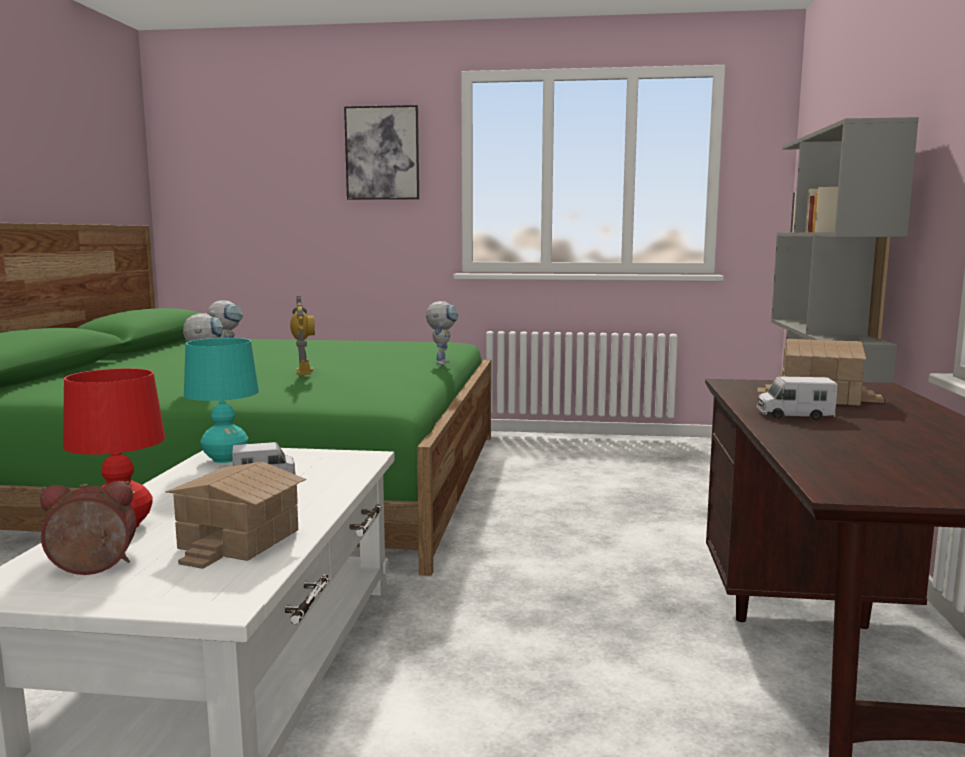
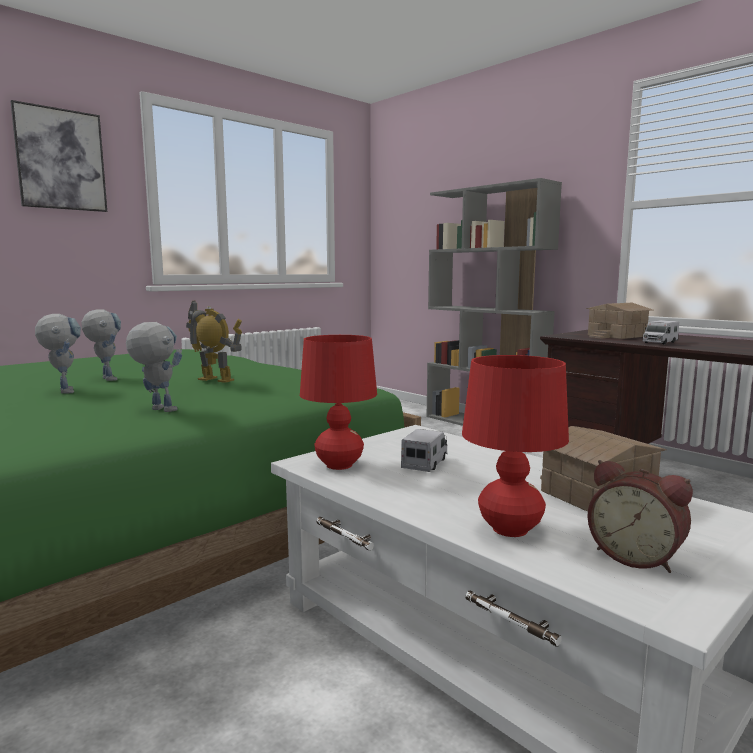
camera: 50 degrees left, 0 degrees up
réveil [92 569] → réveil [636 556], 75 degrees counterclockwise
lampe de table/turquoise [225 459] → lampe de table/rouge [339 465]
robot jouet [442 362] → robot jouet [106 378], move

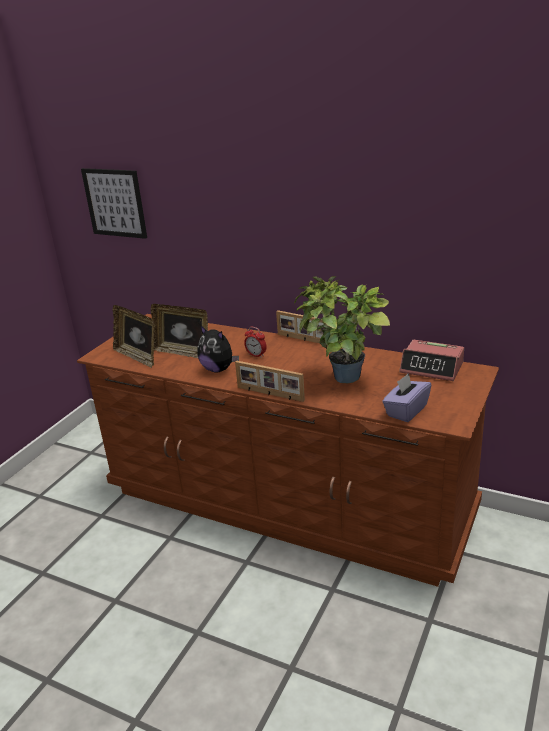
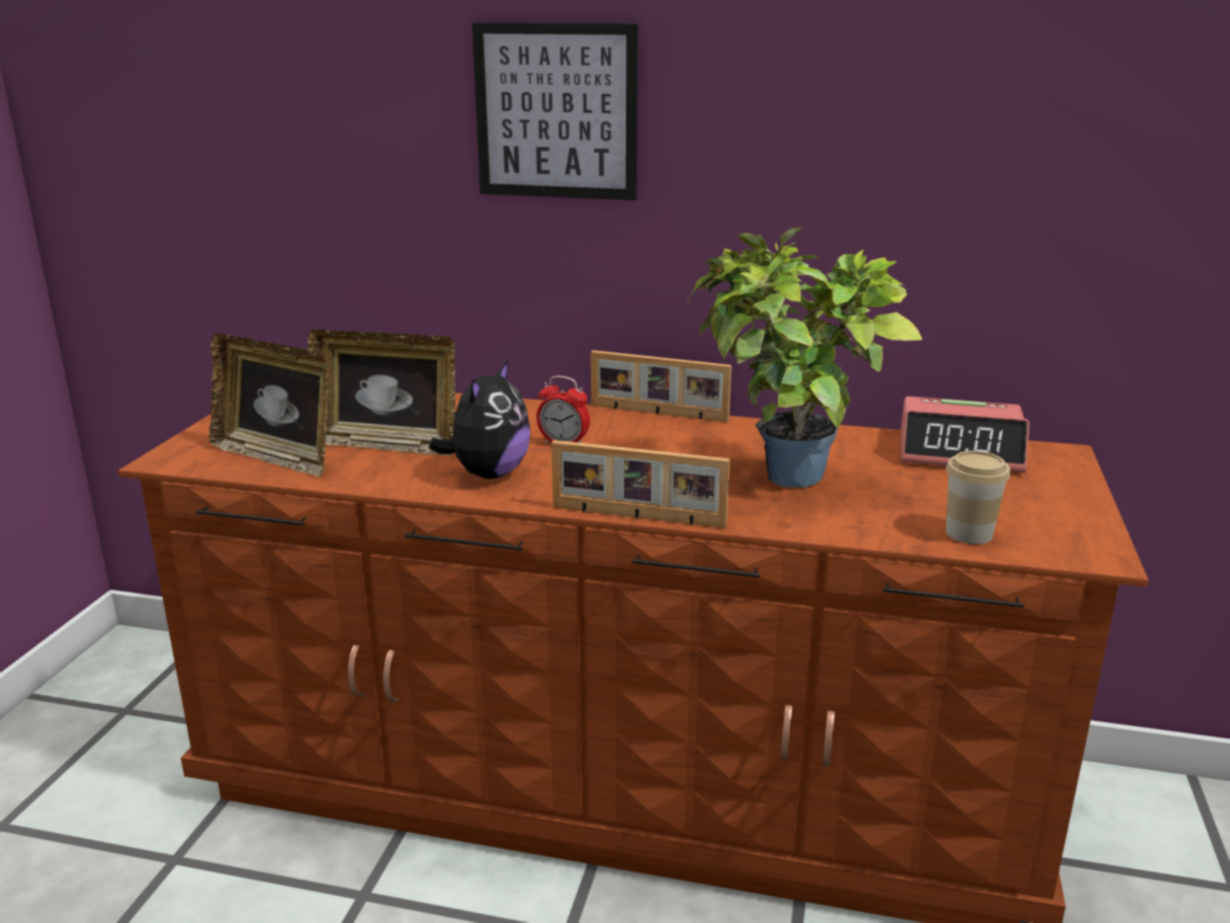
camera: 15 degrees left, 5 degrees down
tableau [115 203] → tableau [556 112], move
peluche [218 369] → peluche [488 474], 90 degrees counterclockwise
boîte à mouchoirs/violet [406 411] → tasse [969 533]

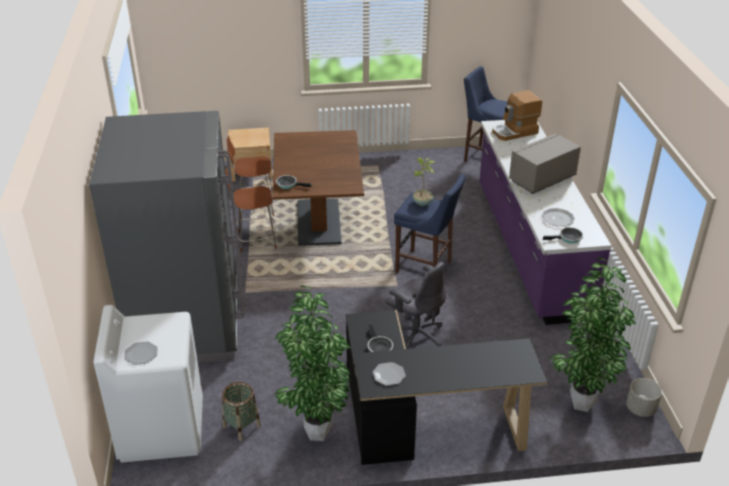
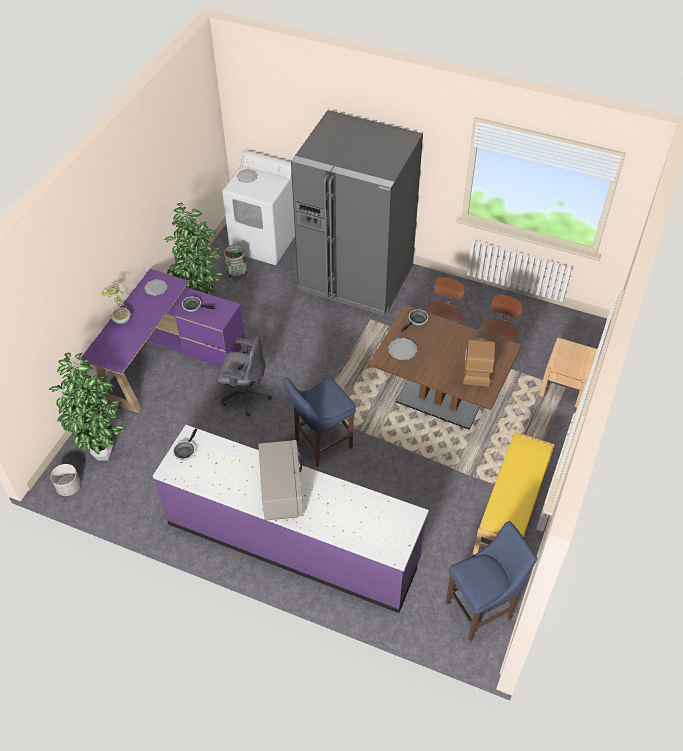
camera: 120 degrees right, 15 degrees up
bureau/noir [422 421] → bureau/violet [167 359]
chaise de bureau/gris [415 336] → chaise de bureau/gris [245 395], 150 degrees counterclockwise
plante en pot [423 202] → plante en pot [121 320], move
machine à café [515 132] → machine à café [476 369], move
assiette [557 218] → assiette [402 350], move
- → banc/jaune [511 510]

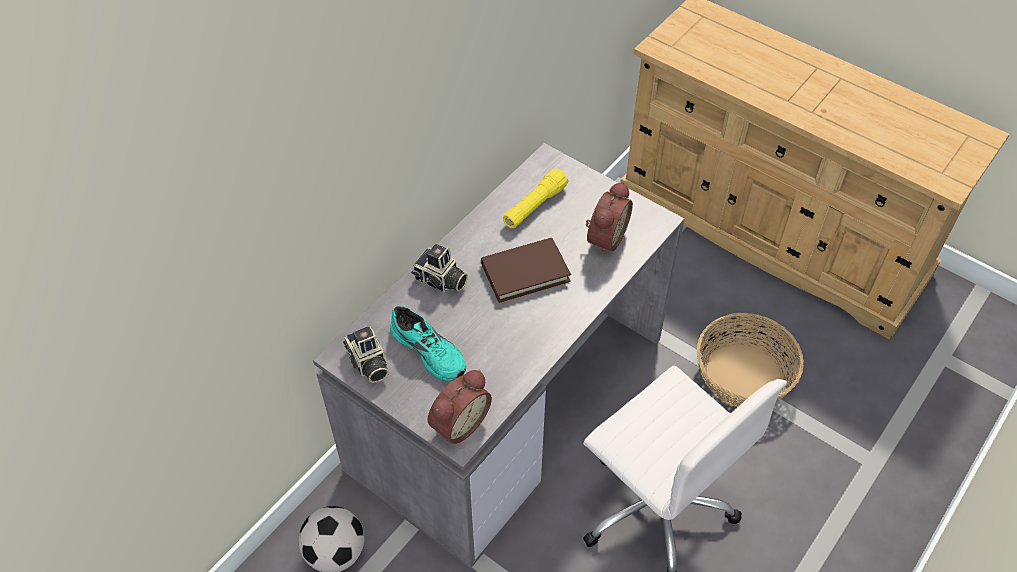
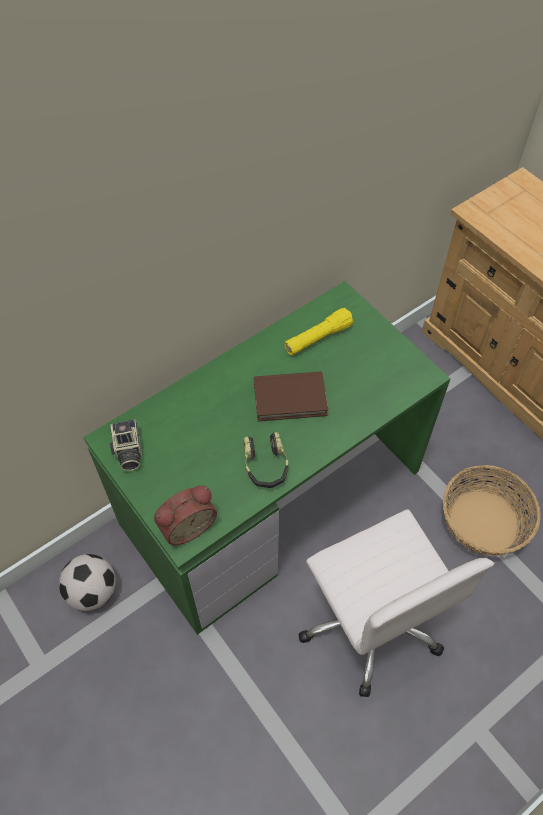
camera: 15 degrees right, 5 degrees up
bureau/gris [508 400] → bureau/vert [272 495]
chaussure/turquoise [430 350] → -
appareil photo [440 281] → -
réveil [604 237] → -
- → casque audio [266 466]

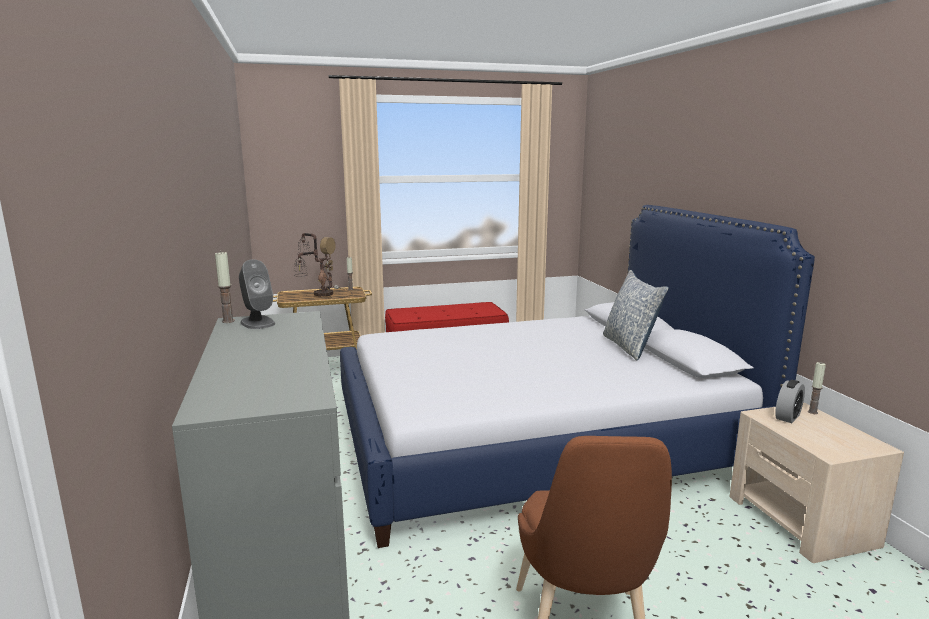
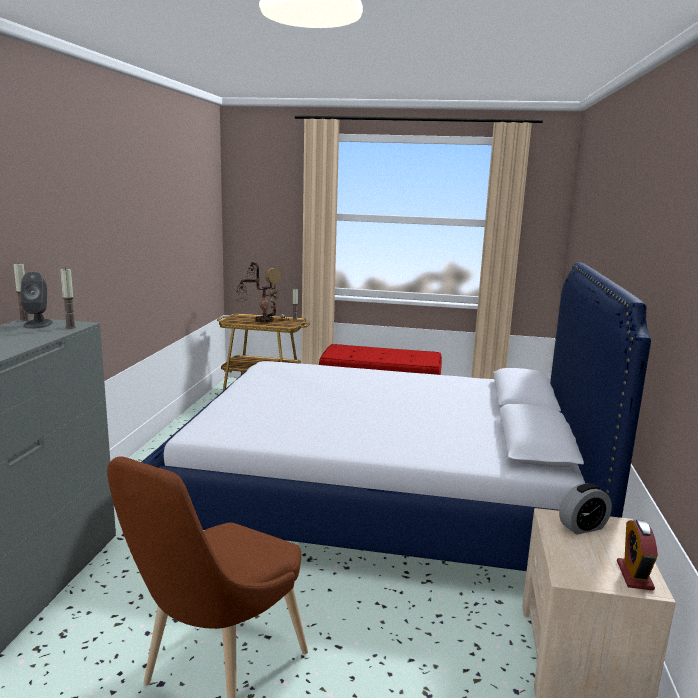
camera: 25 degrees right, 0 degrees up
coussin [630 347] → -
bougie [812 412] → bougie [70 327], move
- → réveil [634 575]

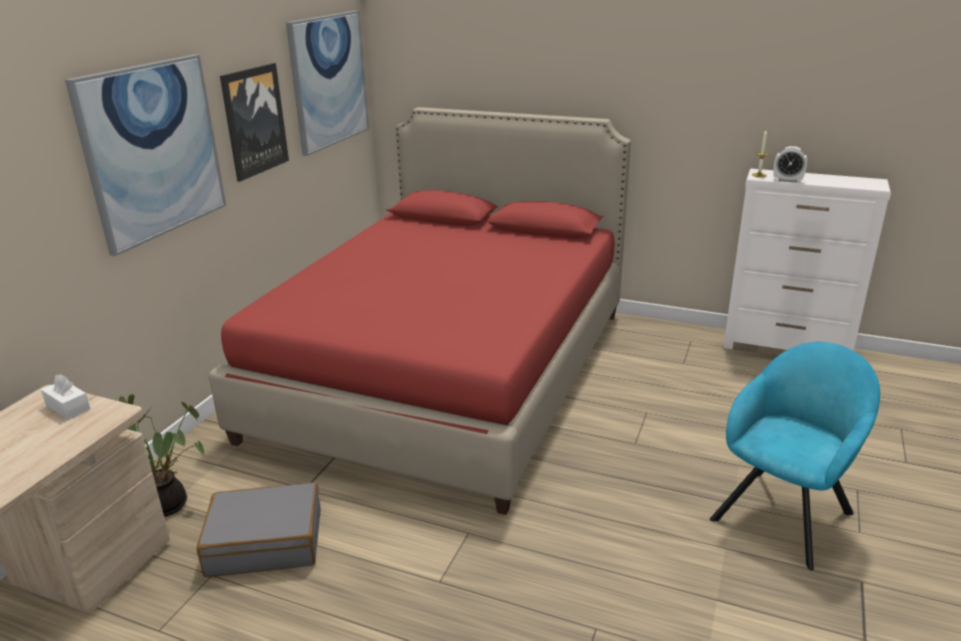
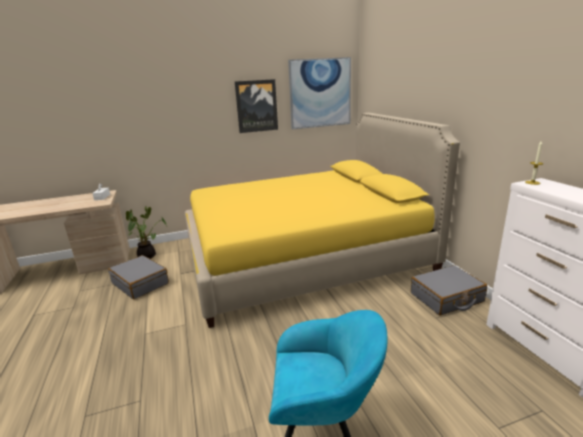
camera: 50 degrees right, 5 degrees down
tableau [153 150] → -
lit/rouge [448 372] → lit/jaune [304 258]
réveil [787 180] → -
- → valise/gris [446 298]

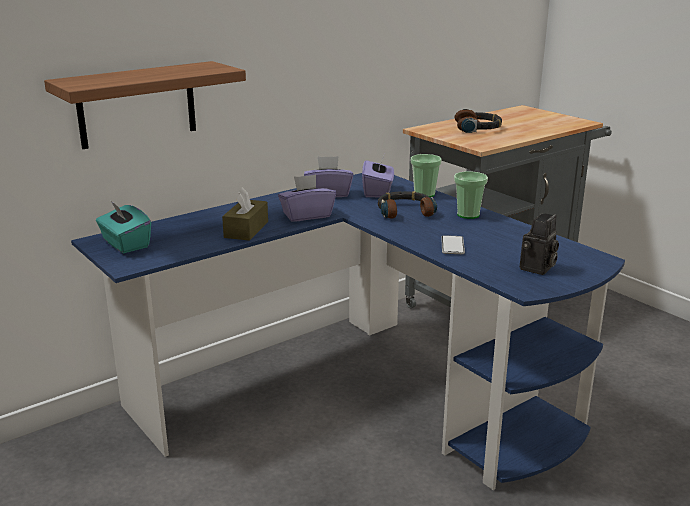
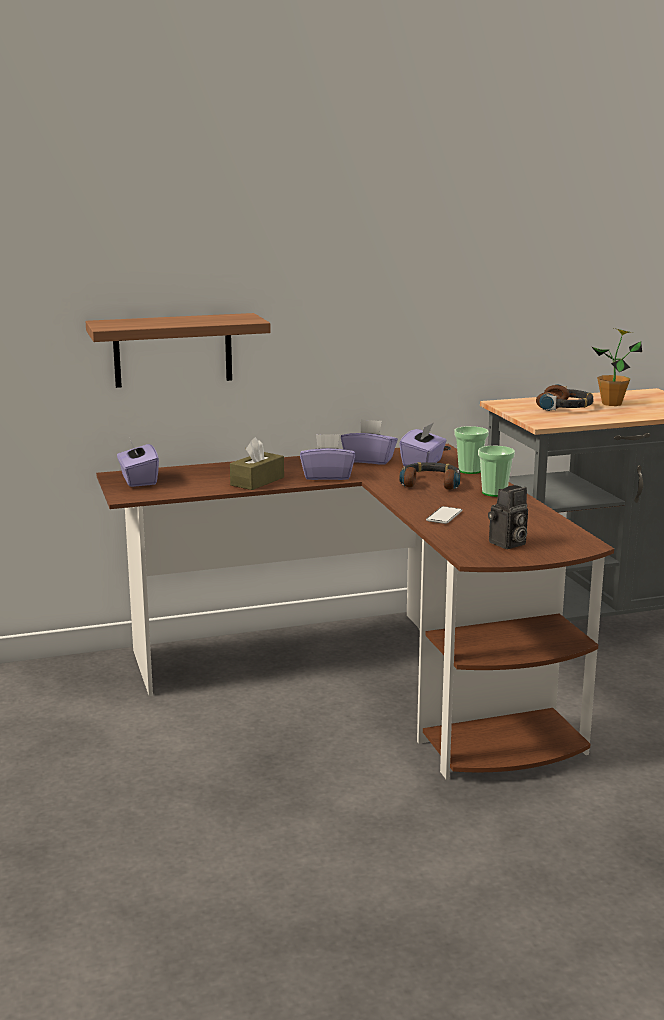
camera: 20 degrees right, 5 degrees down
bureau/bleu [359 392] → bureau/marron [371 677]
boîte à mouchoirs/turquoise [125 244] → boîte à mouchoirs/violet [138 480]
- → plante en pot [612 404]

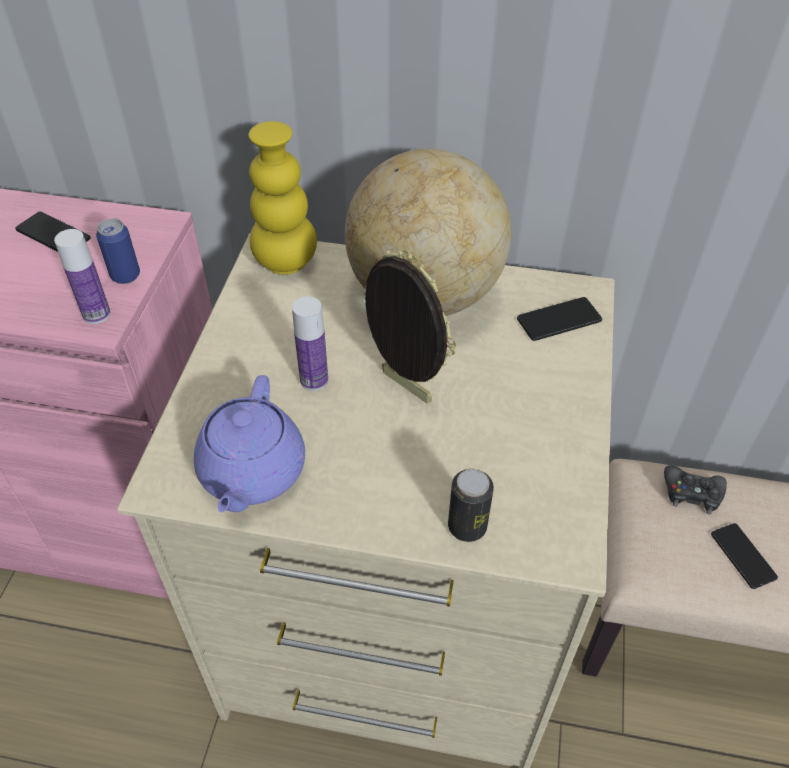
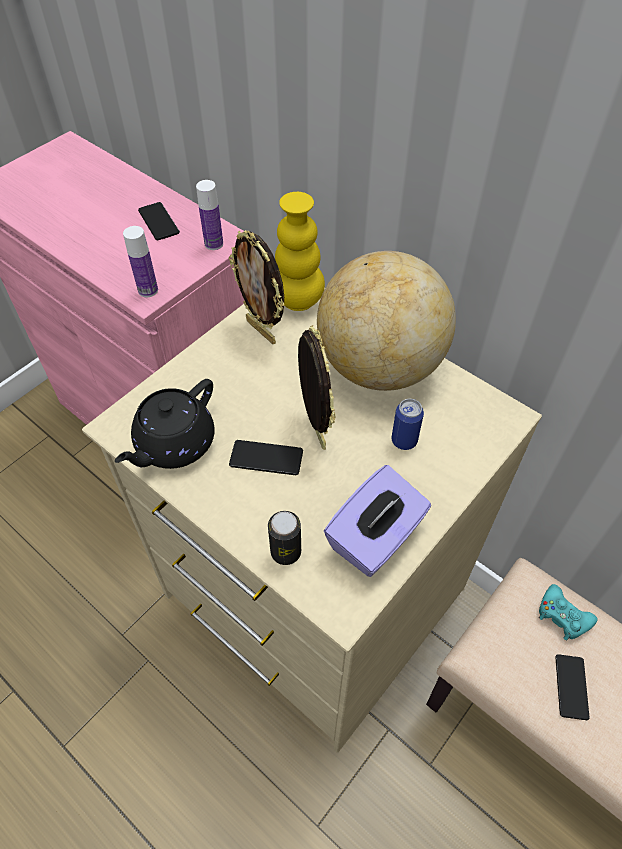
camera: 30 degrees right, 5 degrees up
boîte métallique [125 276] → boîte métallique [404 441], move
théière/violet [252 473] → théière/noir [174 444]
bouteille [314 380] → bouteille [214 244], move
téléphone [559 320] → téléphone [266 458], move
manette/noir [692 493] → manette/turquoise [562 616]
- → cadre photo [262 331]
- → boîte à mouchoirs/violet [376 538]

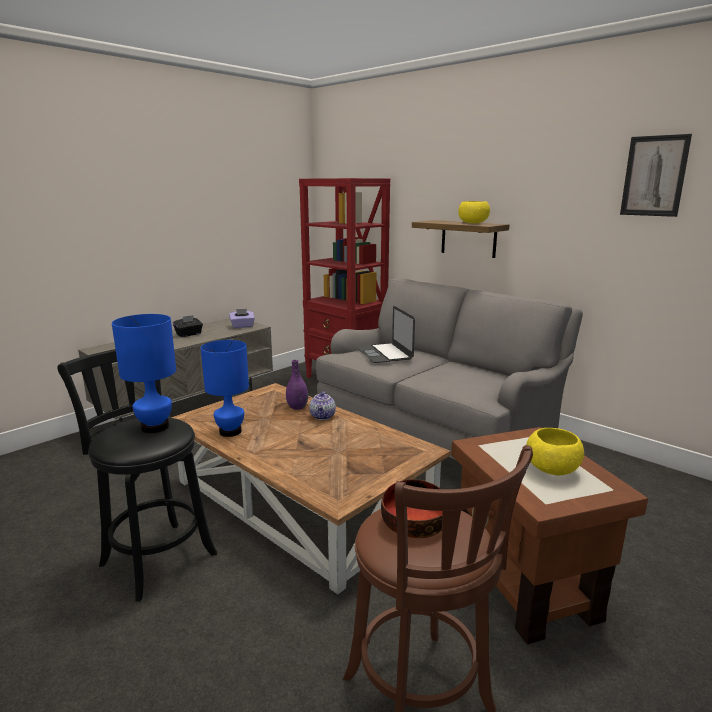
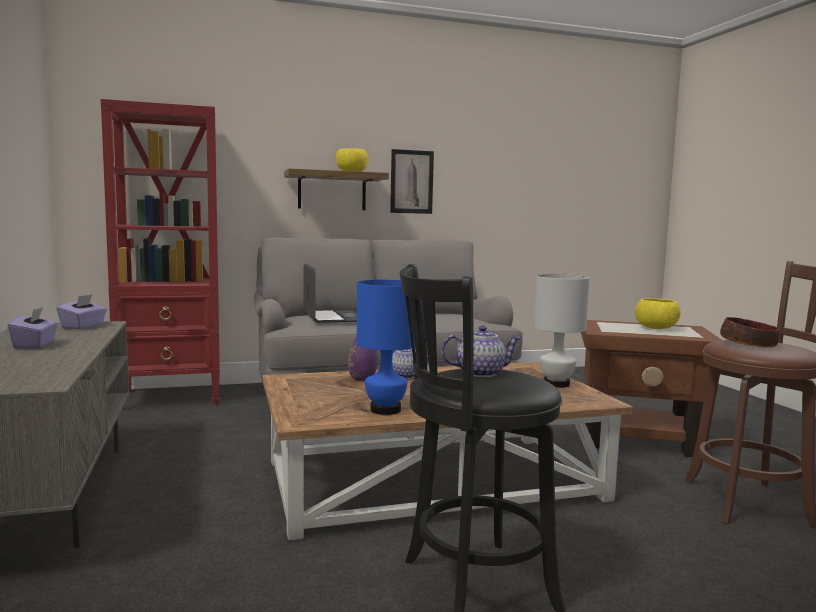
camera: 60 degrees left, 10 degrees down
lampe de table/bleu [155 426] → théière [480 373]
boîte à mouchoirs/noir [189 334] → boîte à mouchoirs/violet [35 345]
ordinateur portable [384 353] → ordinateur portable [333 317], 120 degrees counterclockwise
tableau [654 176] → tableau [411 182], move
- → lampe de table/blanc [557 384]

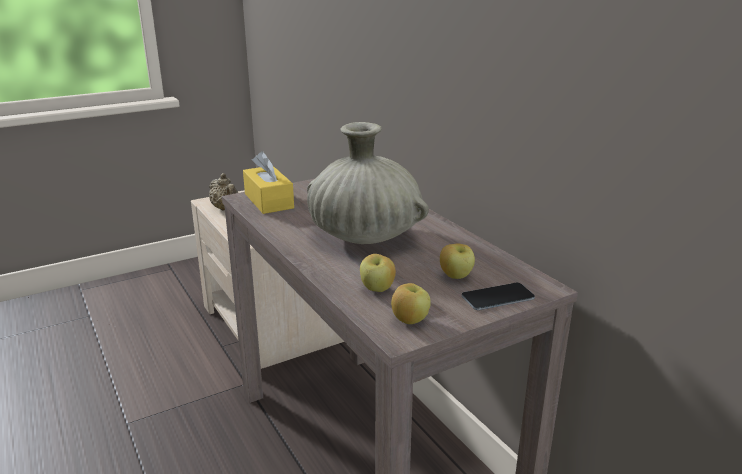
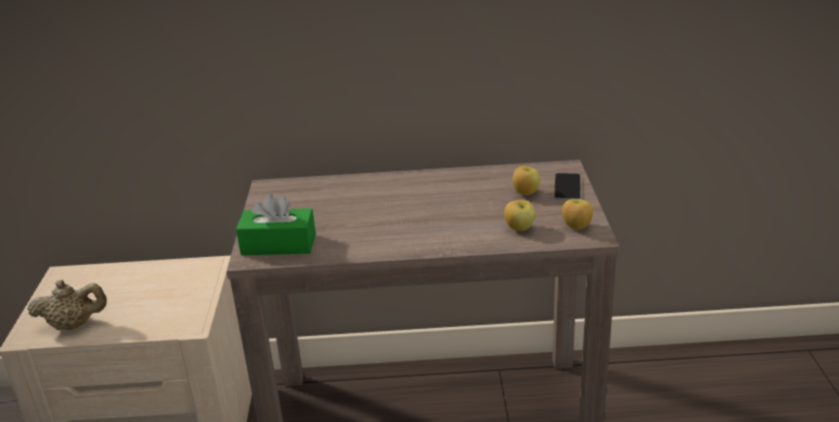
camera: 60 degrees left, 5 degrees up
boîte à mouchoirs/jaune [268 201] → boîte à mouchoirs/vert [278 244]
vase/beige [364 237] → -

